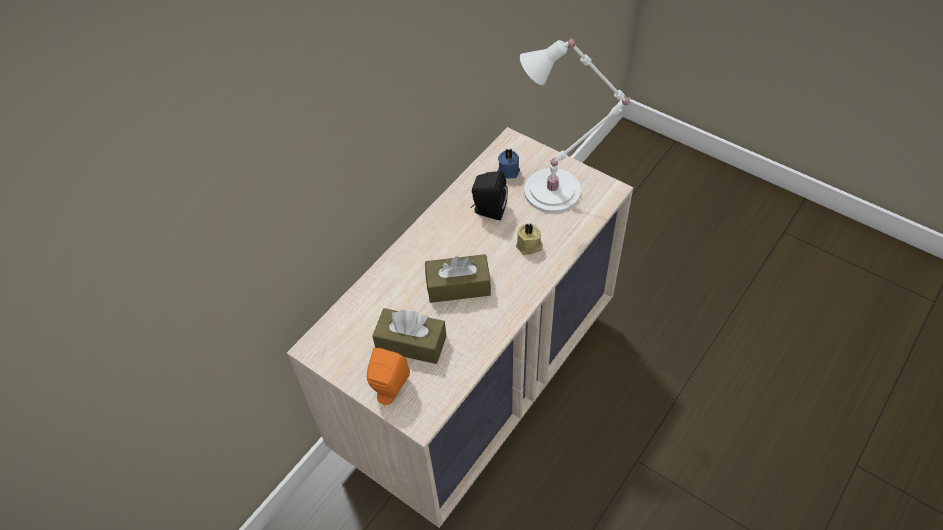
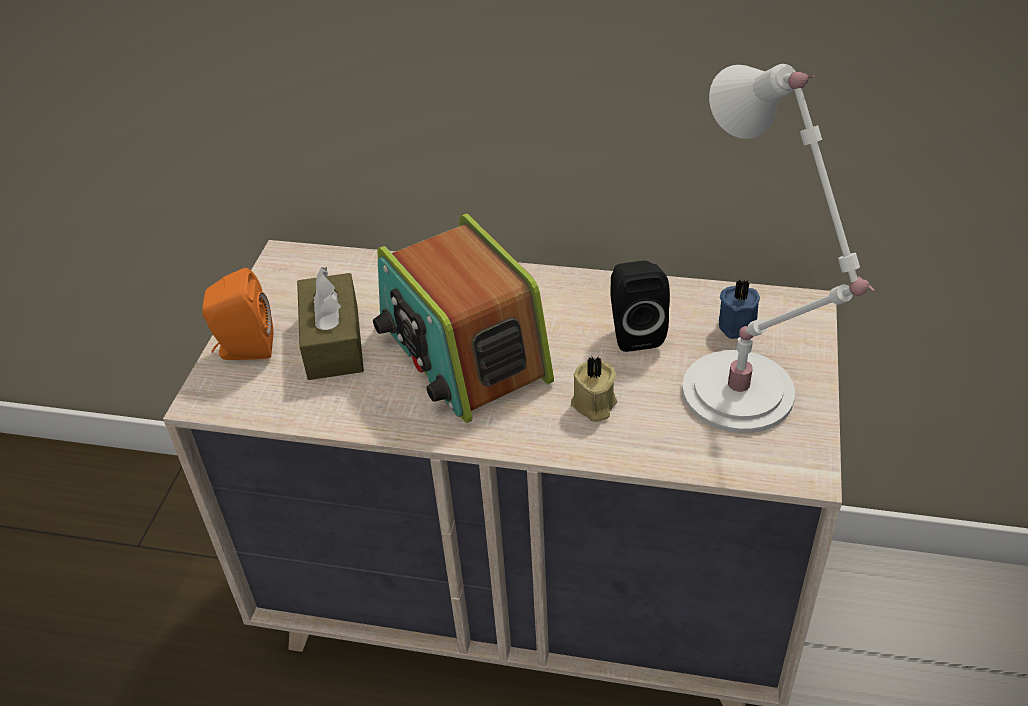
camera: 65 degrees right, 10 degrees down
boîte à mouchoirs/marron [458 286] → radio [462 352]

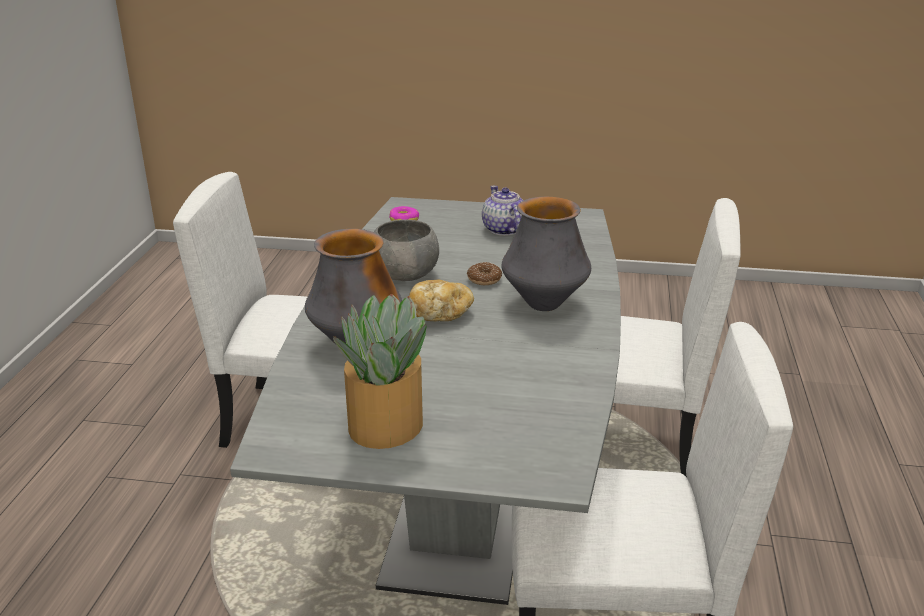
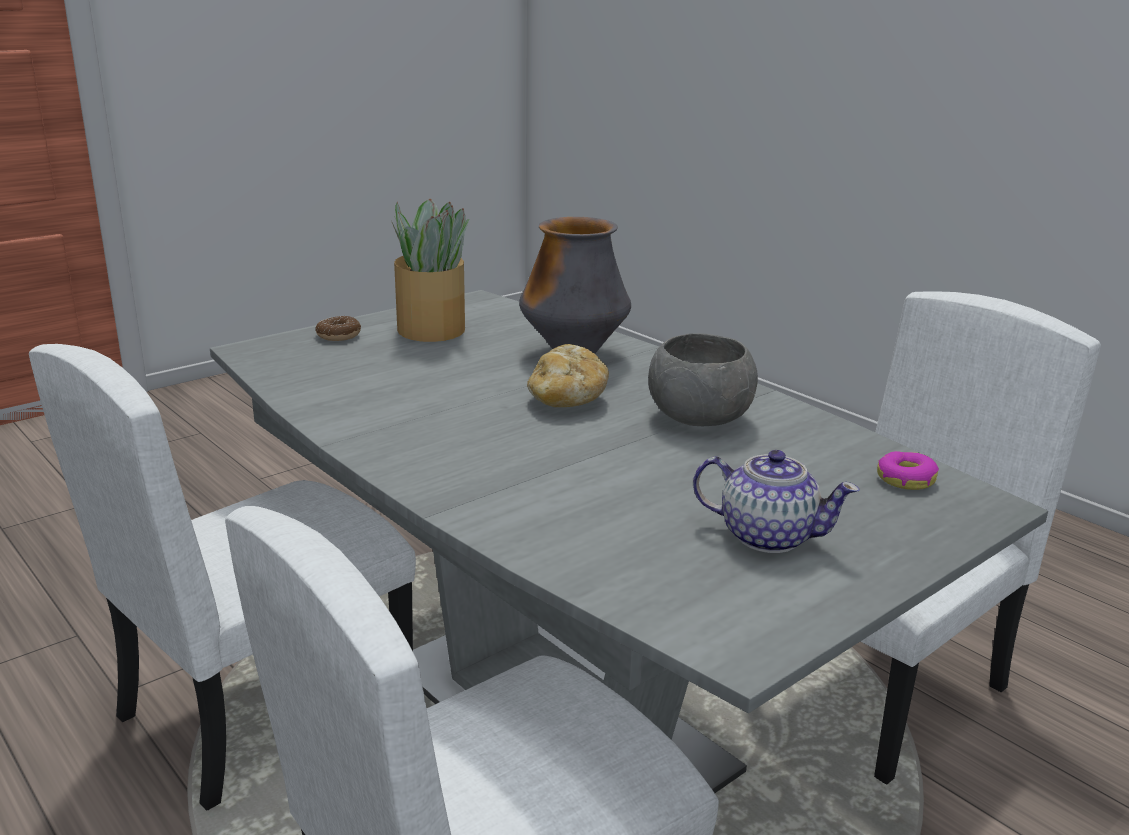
camera: 130 degrees right, 5 degrees down
beignet [484 279] → beignet [338 336], move
vase [544 304] → -

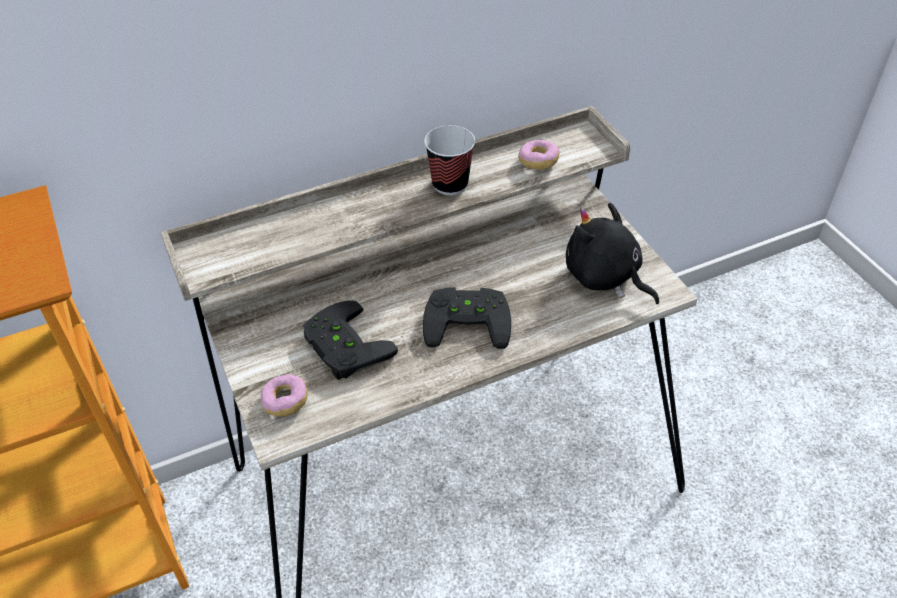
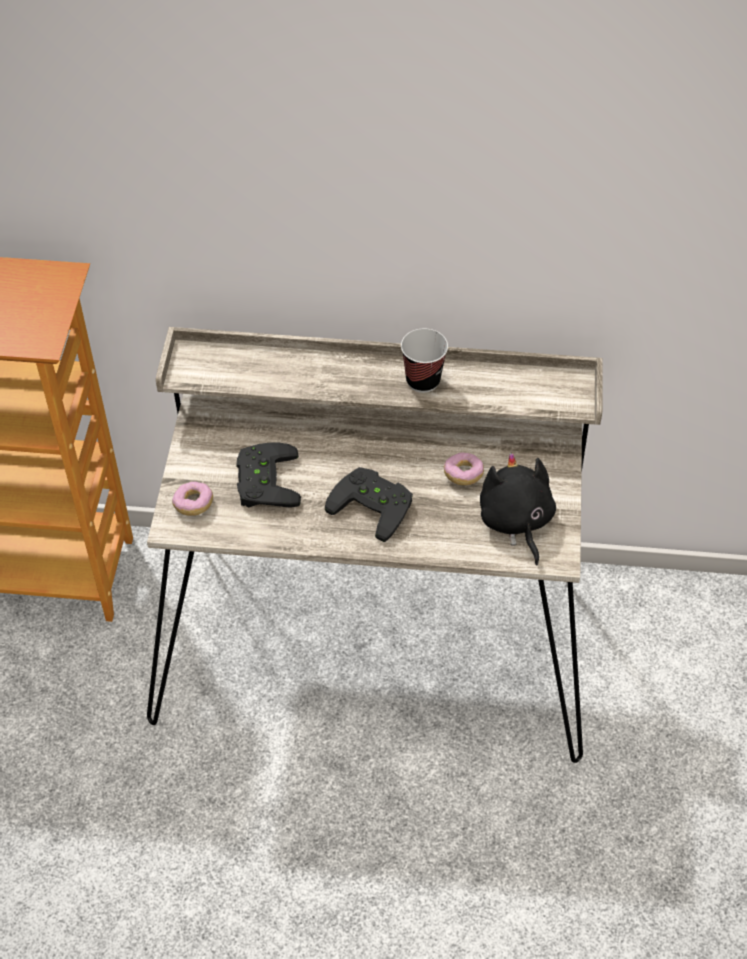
camera: 30 degrees right, 5 degrees up
beignet [538 162] → beignet [463 474], move

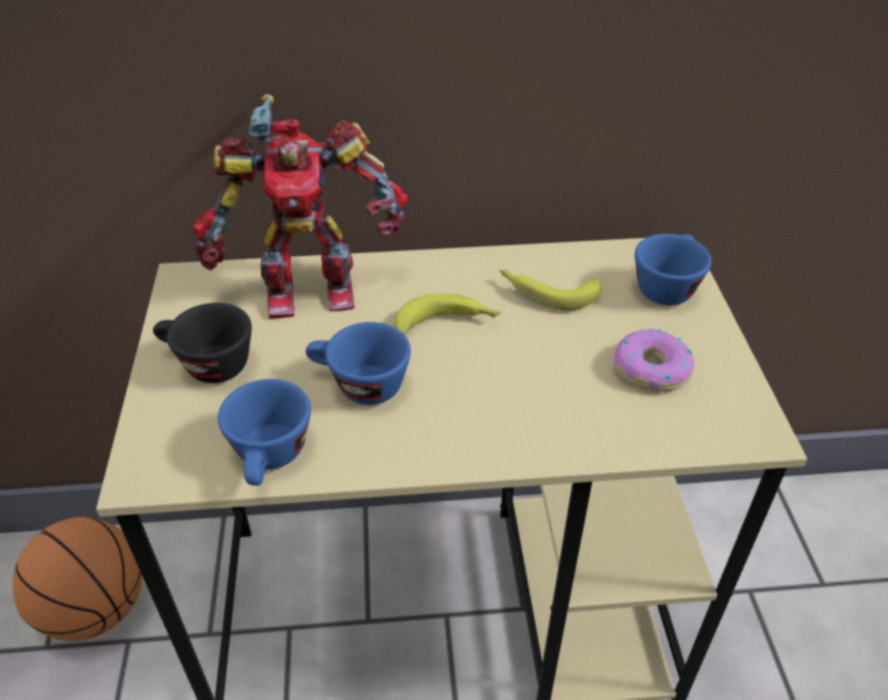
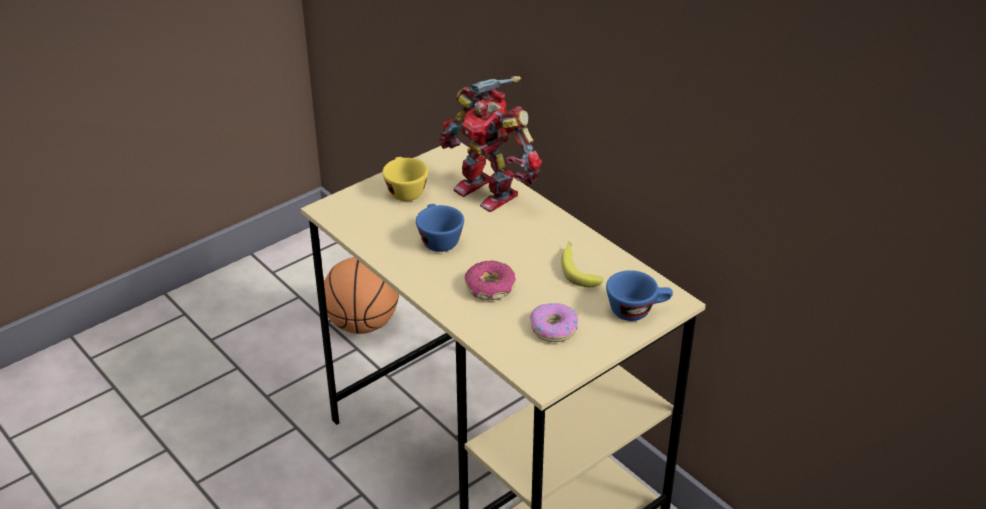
camera: 55 degrees right, 5 degrees down
tasse/noir [207 364] → tasse/jaune [404 190]
tasse/bleu [271 459] → -
banane [447 324] → -
- → beignet [490 288]

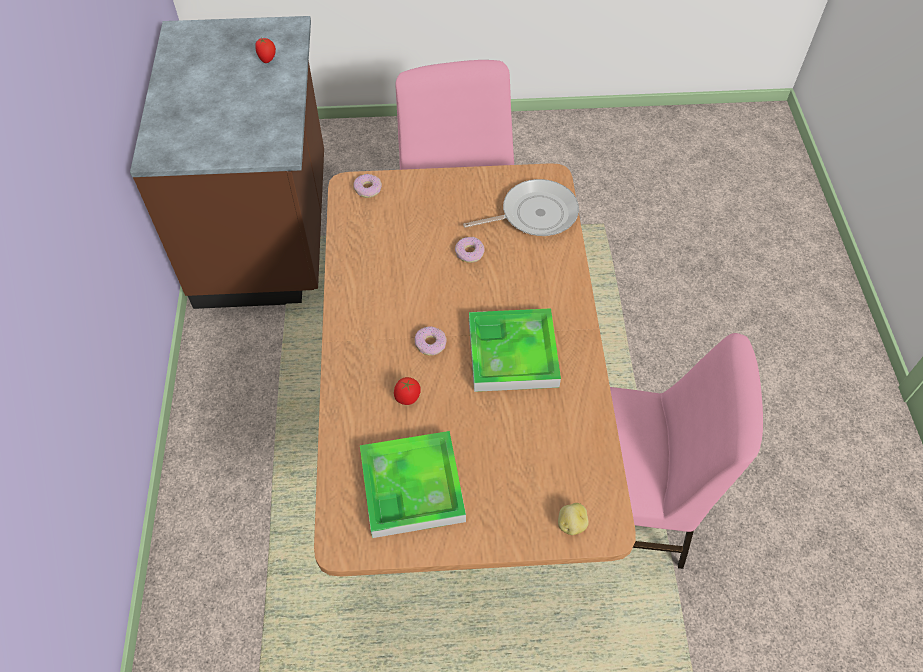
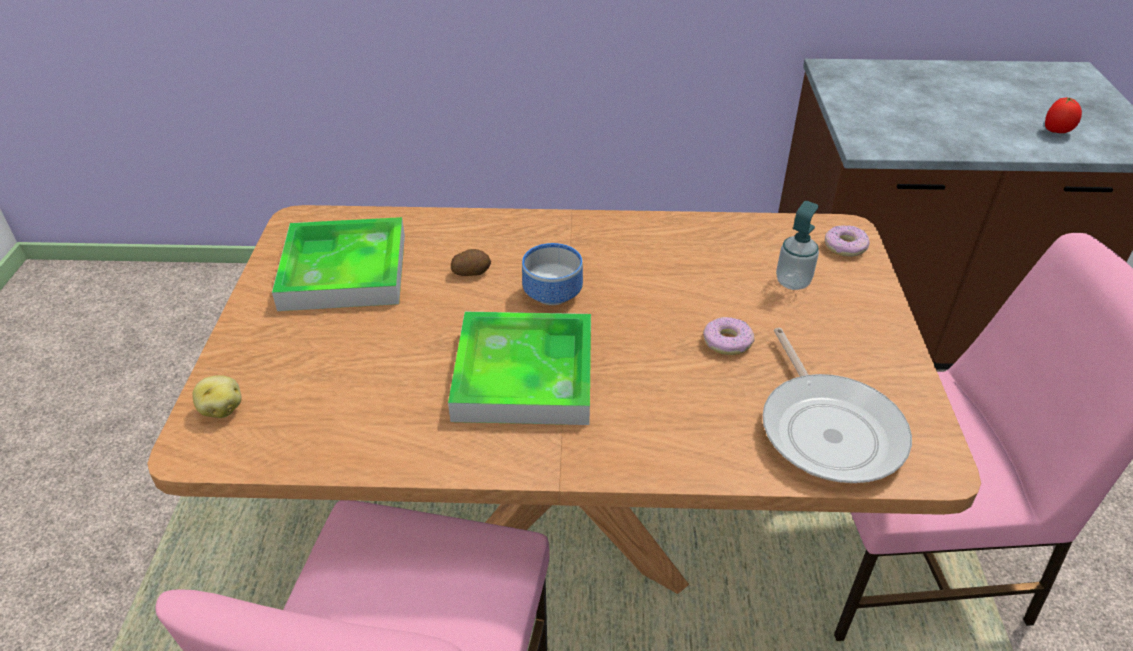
camera: 95 degrees right, 15 degrees down
tomate [408 398] → pomme de terre [471 272]
beignet [430 343] → bol [555 294]
- → distributeur de savon [792 282]

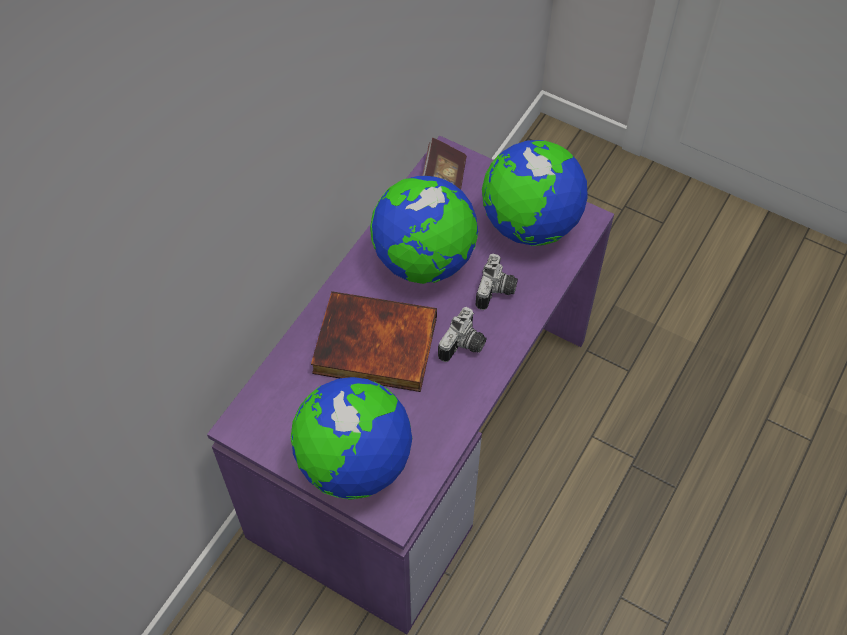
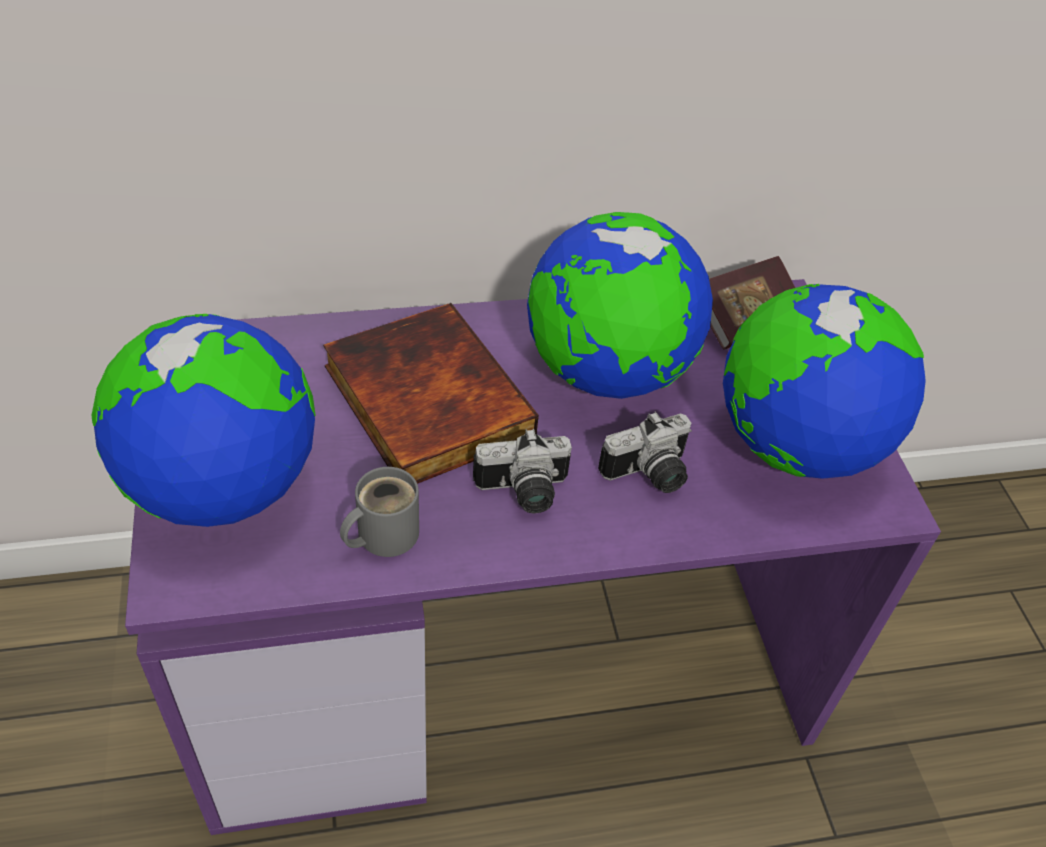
camera: 45 degrees right, 10 degrees down
- → mug/gris [382 534]

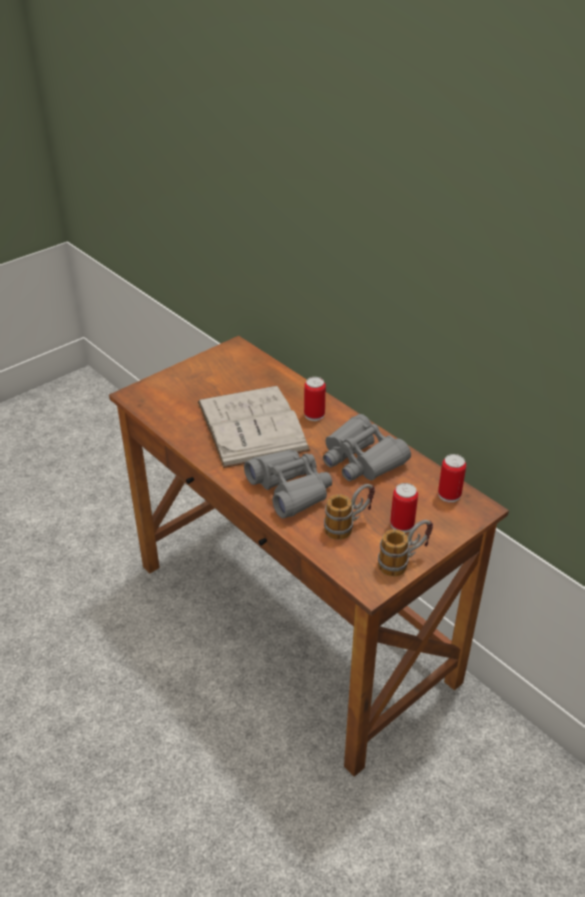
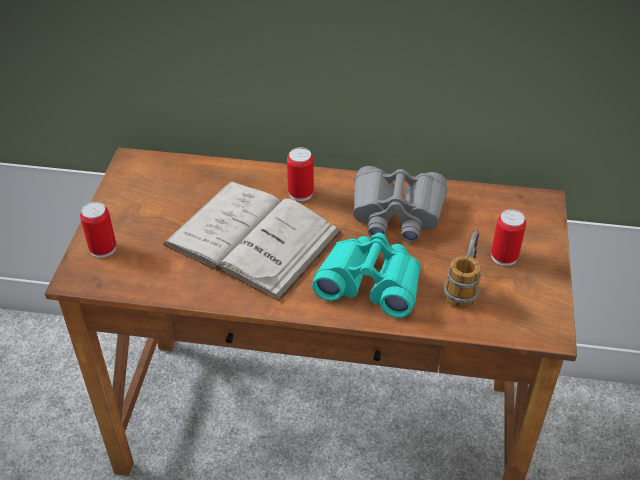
camera: 40 degrees left, 5 degrees up
jumelles/gris [290 489] → jumelles/turquoise [370 283]
mug [404 561] → -
boîte métallique [449 495] → boîte métallique [103 248], move

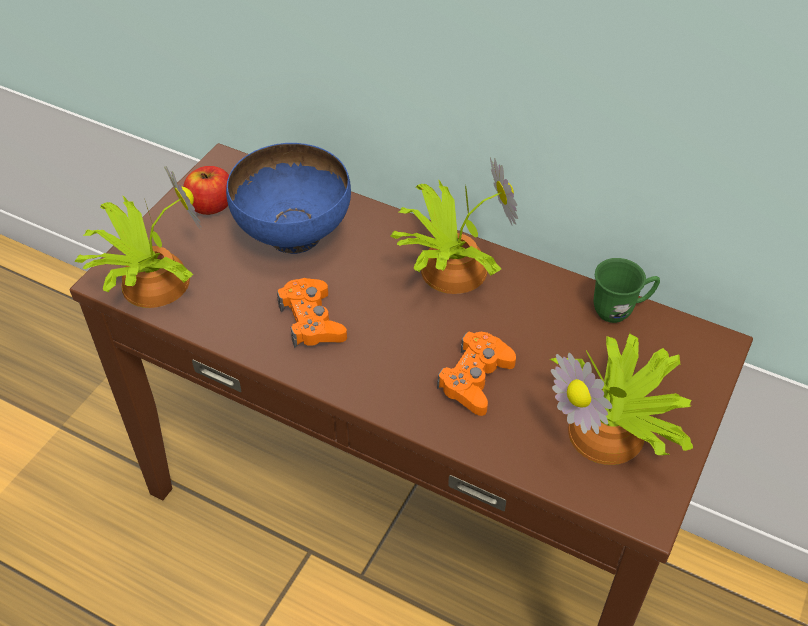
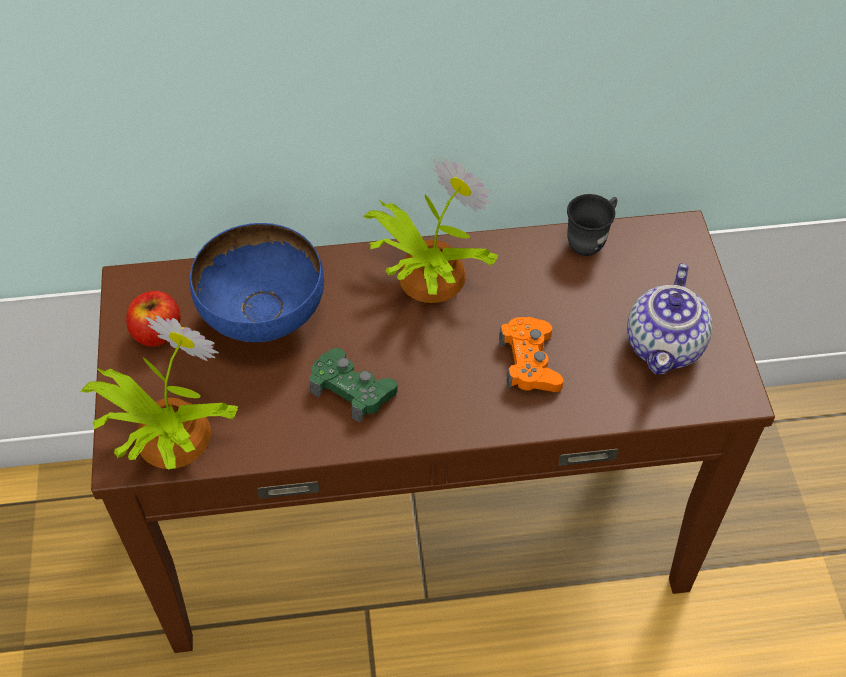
camera: 35 degrees left, 5 degrees up
manette/orange [312 321] → manette/vert [352 390]
plante en pot [611 432] → théière [665 346]
mug/vert [620 310] → mug/gris [591 240]

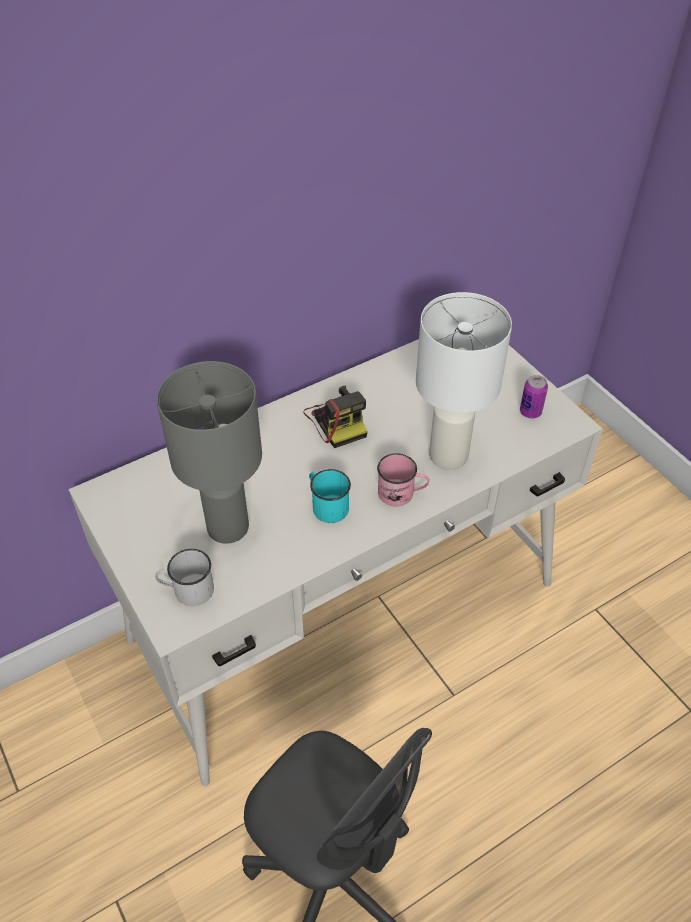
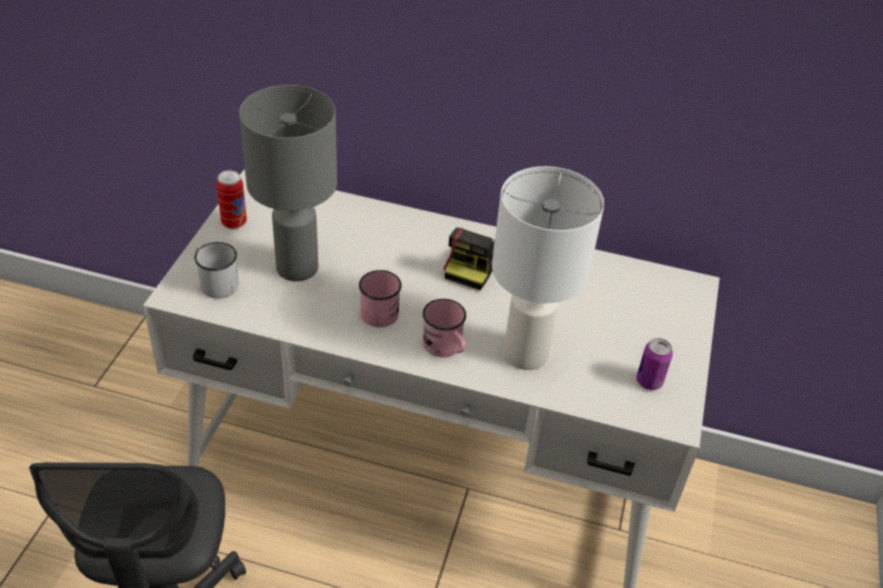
camera: 45 degrees right, 5 degrees down
mug/turquoise [327 505] → mug/rose [381 309]
- → boîte métallique [234 223]

